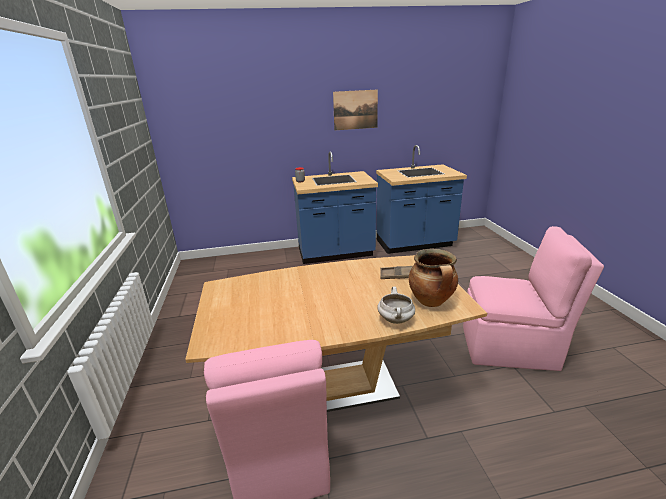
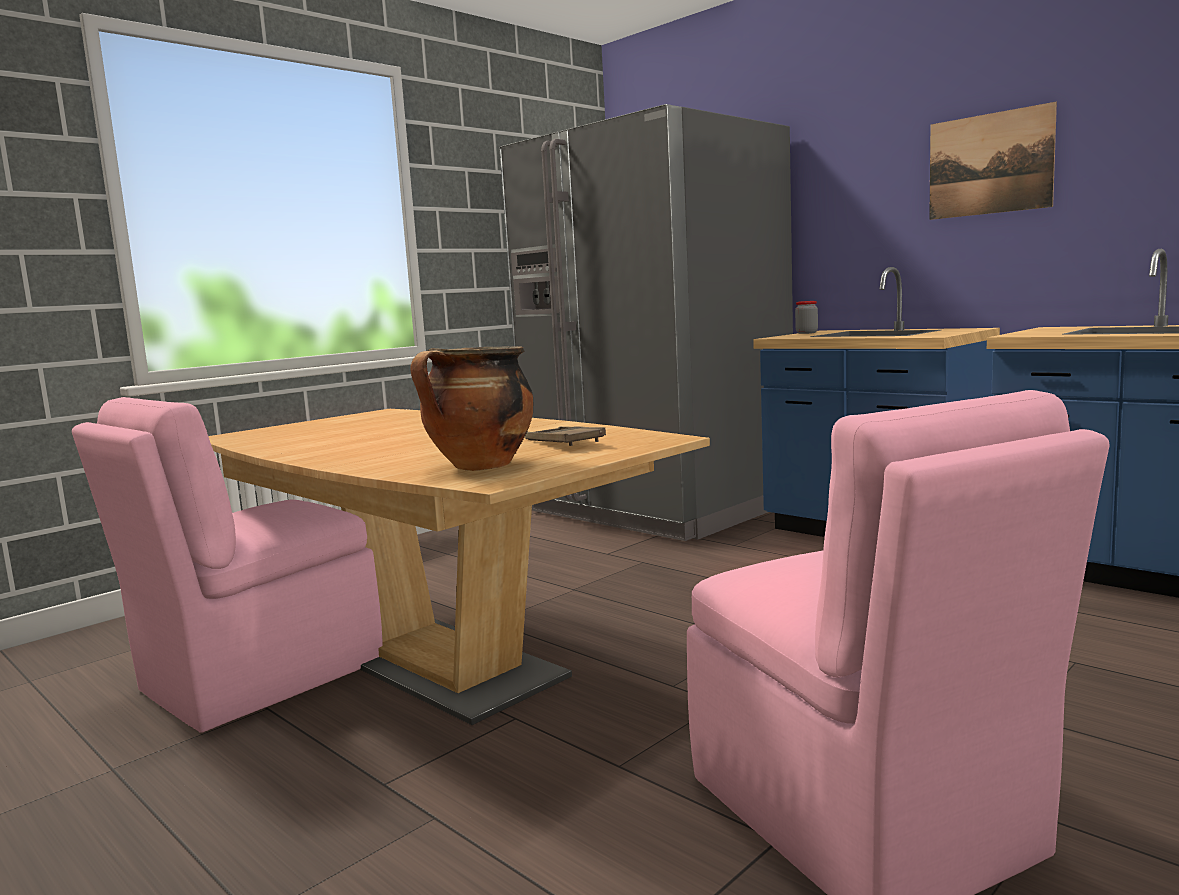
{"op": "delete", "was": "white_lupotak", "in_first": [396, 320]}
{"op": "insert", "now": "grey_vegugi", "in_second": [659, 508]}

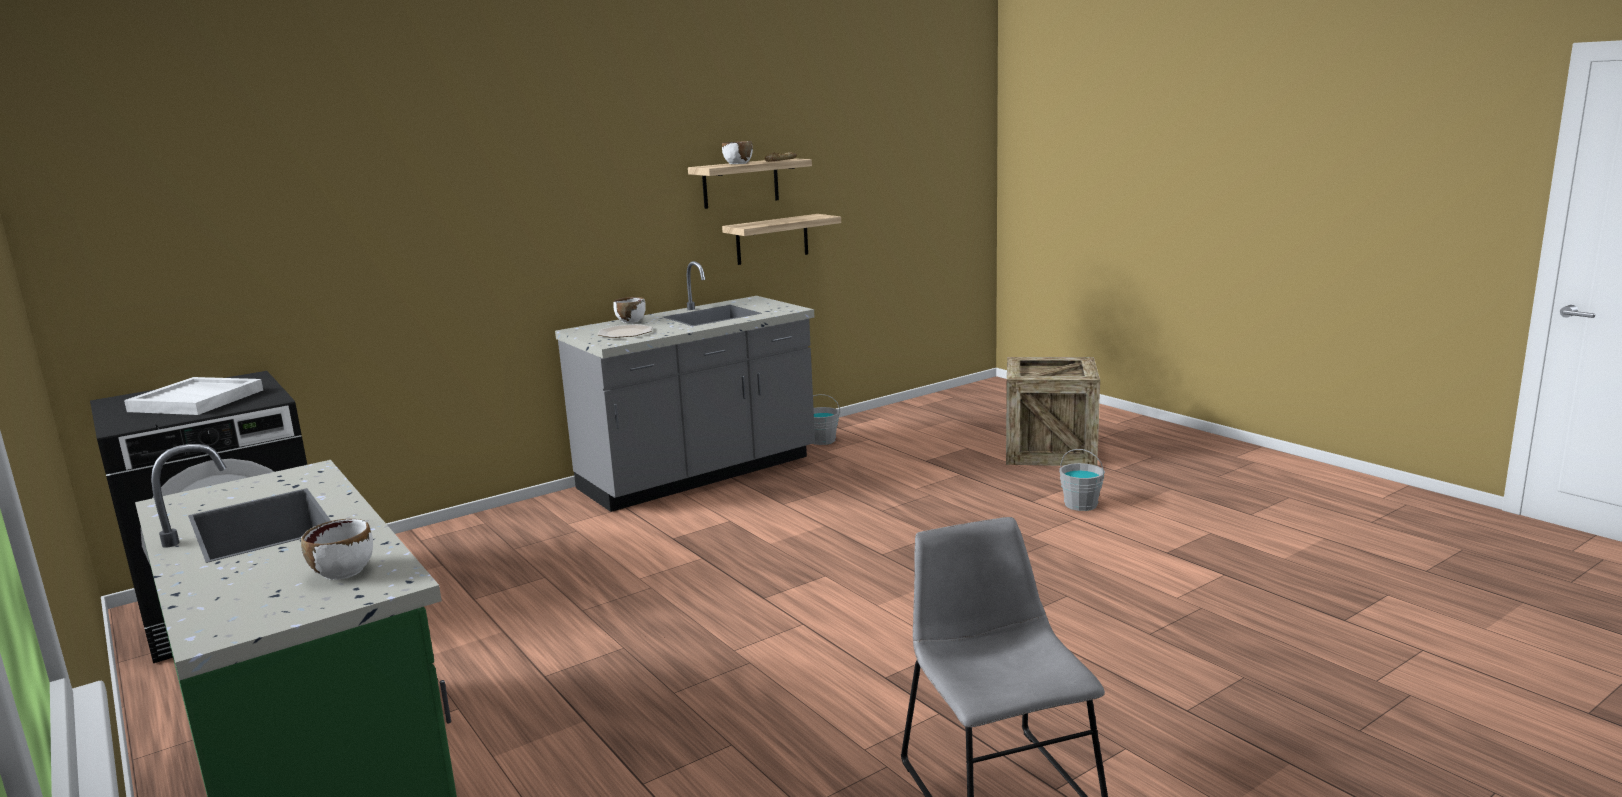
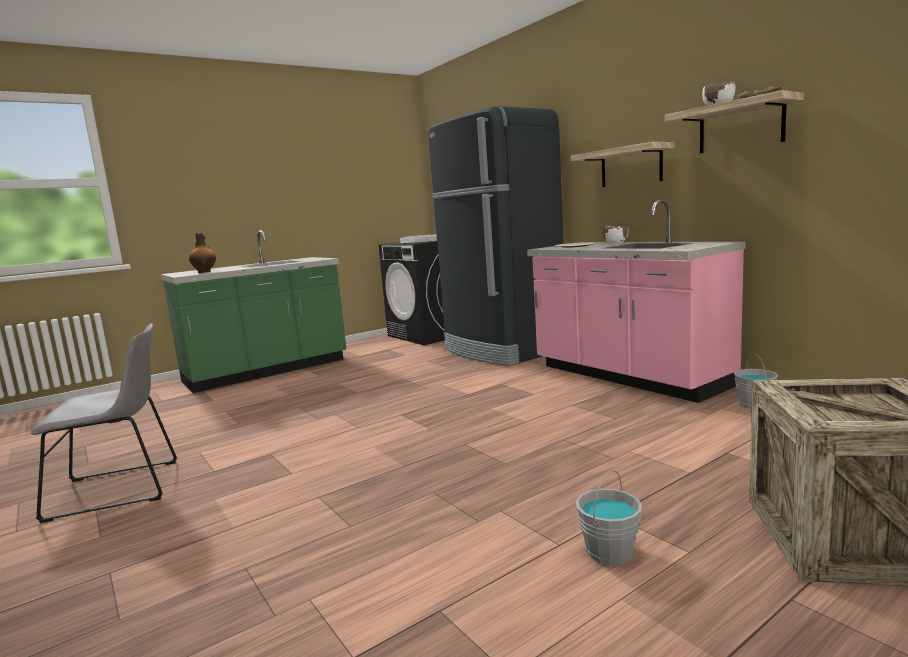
{"op": "insert", "now": "black_vegugi", "in_second": [503, 350]}
{"op": "move", "was": "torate", "in_first": [772, 239], "in_second": [631, 166]}
{"op": "replace", "was": "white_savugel", "now": "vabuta", "in_first": [343, 571], "in_second": [205, 272]}
{"op": "recolor", "was": "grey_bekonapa", "now": "pink_bekonapa", "in_first": [699, 474], "in_second": [628, 376]}

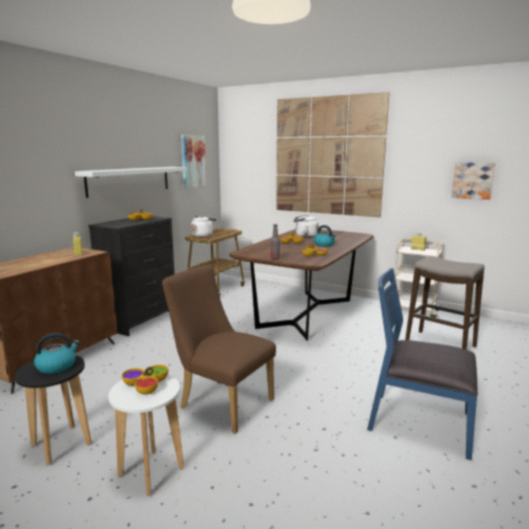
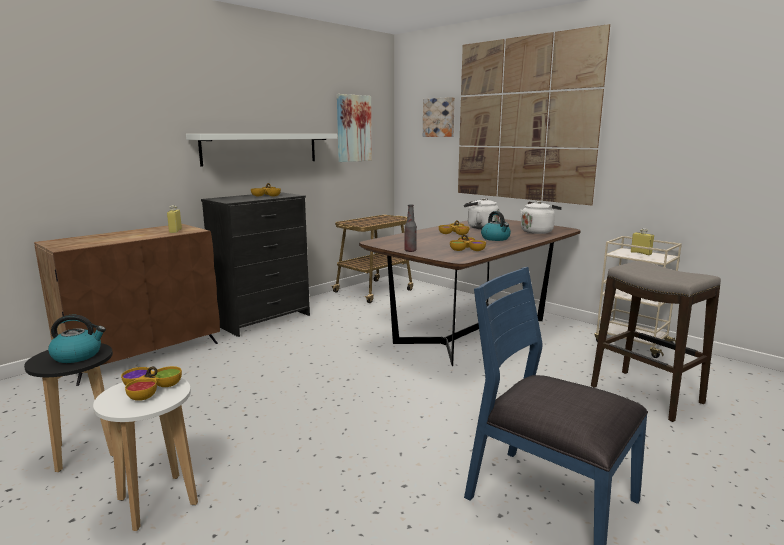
{"op": "delete", "was": "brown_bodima", "in_first": [221, 402]}
{"op": "move", "was": "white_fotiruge", "in_first": [203, 235], "in_second": [538, 231]}
{"op": "move", "was": "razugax", "in_first": [472, 180], "in_second": [439, 117]}

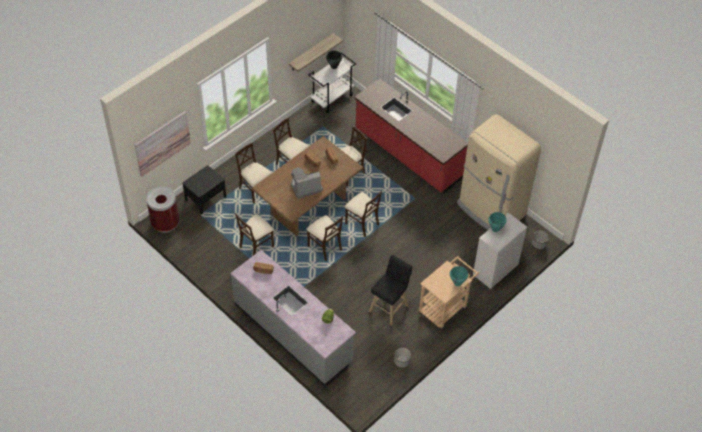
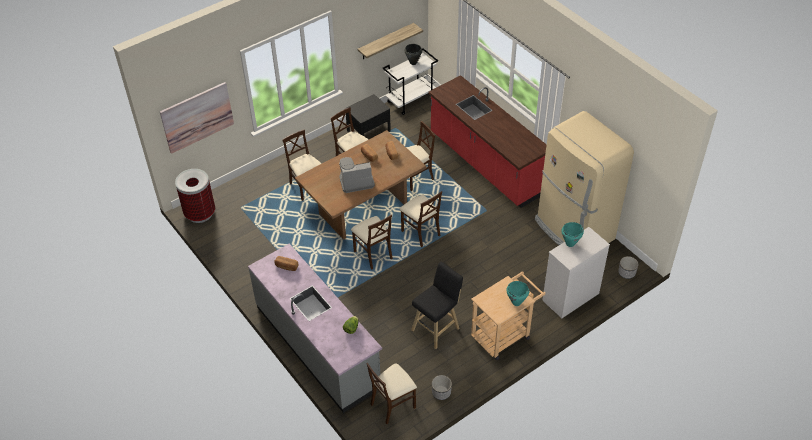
{"op": "move", "was": "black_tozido", "in_first": [205, 198], "in_second": [368, 130]}
{"op": "move", "was": "beige_bodima", "in_first": [256, 246], "in_second": [393, 405]}

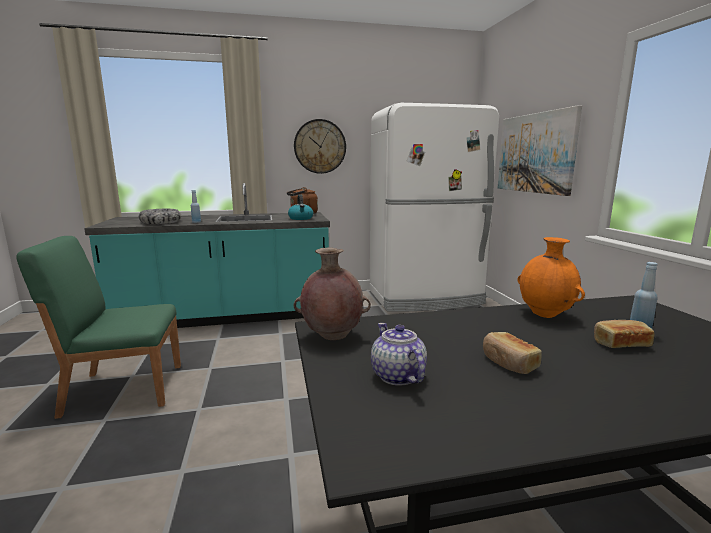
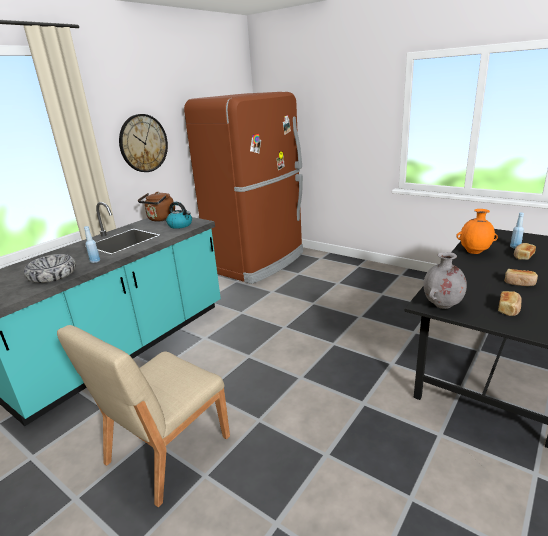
{"op": "delete", "was": "razugax", "in_first": [535, 153]}
{"op": "replace", "was": "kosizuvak", "now": "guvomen", "in_first": [397, 375], "in_second": [509, 309]}
{"op": "recolor", "was": "green_bodima", "now": "beige_bodima", "in_first": [123, 389], "in_second": [166, 450]}
{"op": "recolor", "was": "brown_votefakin", "now": "grey_votefakin", "in_first": [332, 336], "in_second": [442, 306]}
{"op": "recolor", "was": "white_vegugi", "now": "brown_vegugi", "in_first": [426, 298], "in_second": [258, 262]}

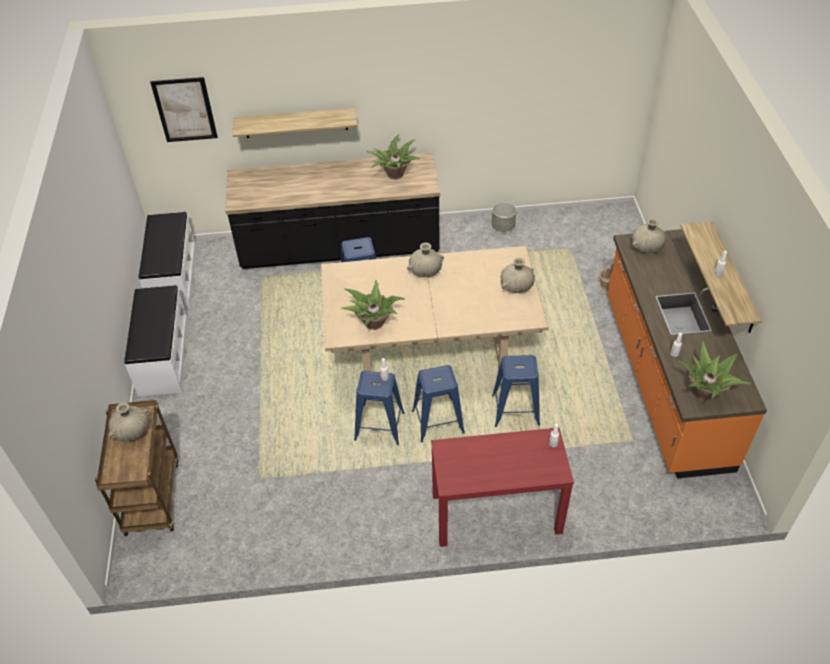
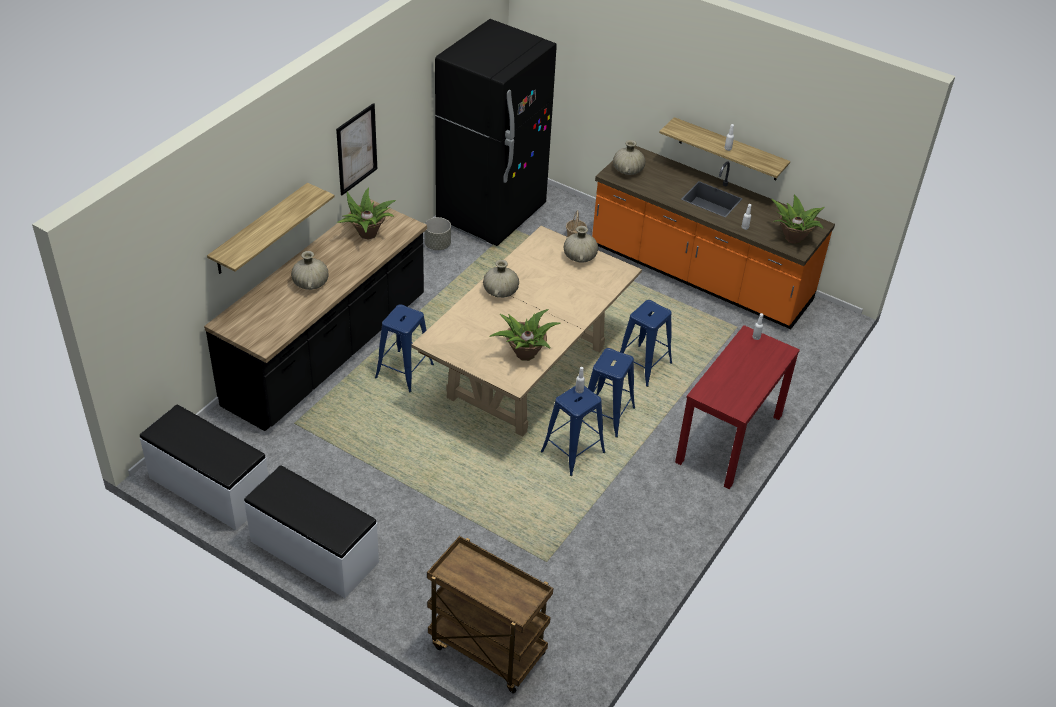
{"op": "insert", "now": "black_vegugi", "in_second": [491, 214]}
{"op": "move", "was": "beige_votefakin", "in_first": [132, 431], "in_second": [310, 284]}
{"op": "move", "was": "razugax", "in_first": [185, 110], "in_second": [356, 149]}

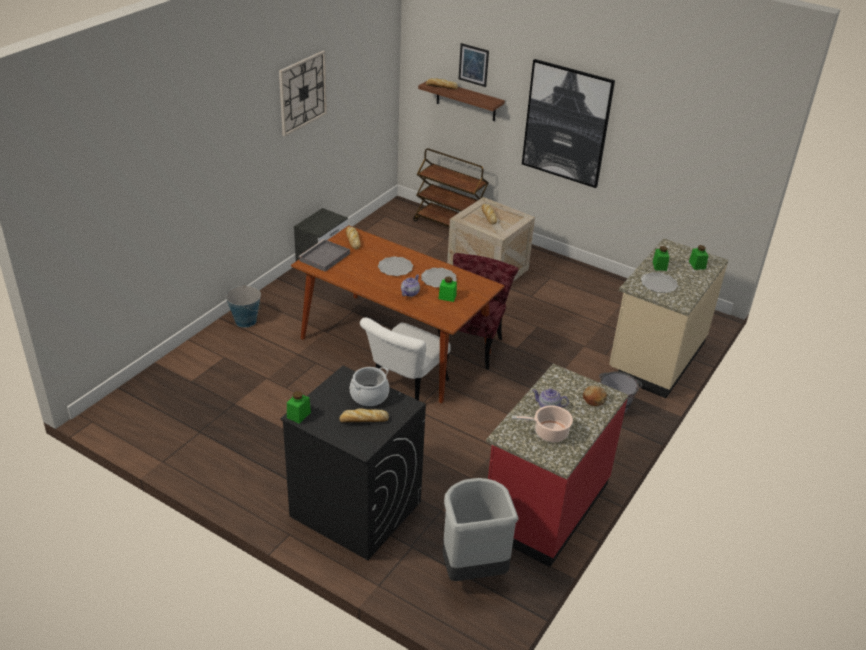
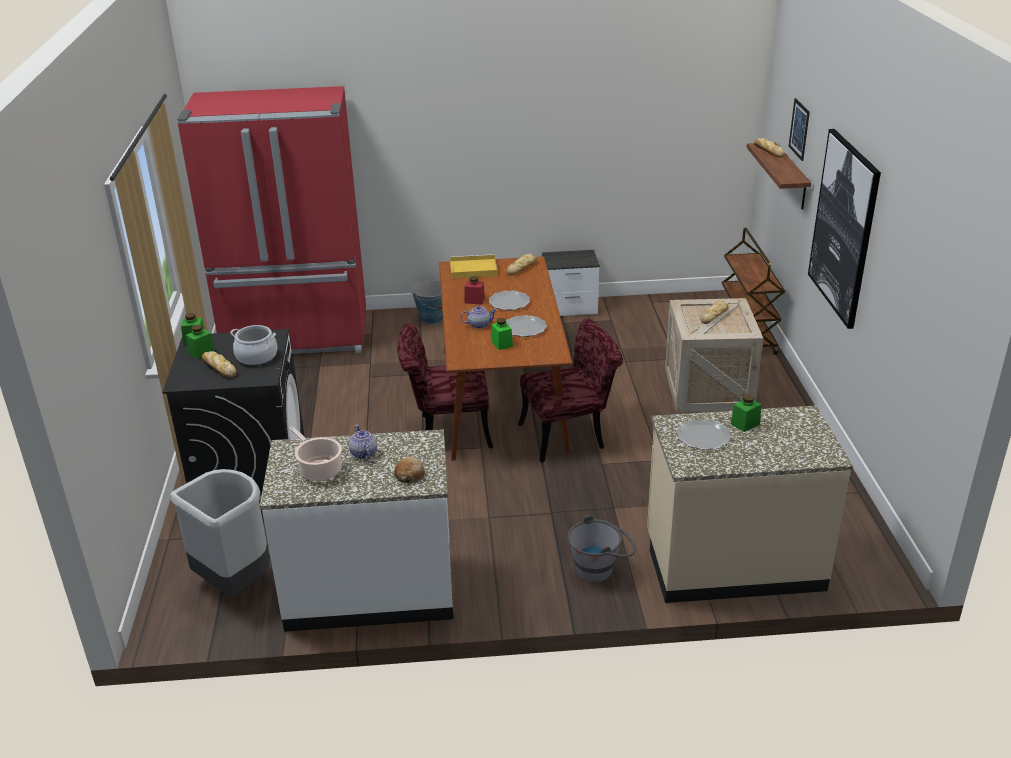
{"op": "delete", "was": "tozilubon", "in_first": [302, 92]}
{"op": "insert", "now": "red_vegugi", "in_second": [297, 337]}
{"op": "insert", "now": "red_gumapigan", "in_second": [474, 300]}
{"op": "move", "was": "green_gumapigan", "in_first": [697, 265], "in_second": [201, 352]}
{"op": "recolor", "was": "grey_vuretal", "now": "yellow_vuretal", "in_first": [324, 258], "in_second": [472, 269]}
{"op": "recolor", "was": "white_bodima", "now": "red_bodima", "in_first": [405, 388], "in_second": [446, 431]}
{"op": "recolor", "was": "red_bekonapa", "now": "white_bekonapa", "in_first": [544, 506], "in_second": [370, 590]}

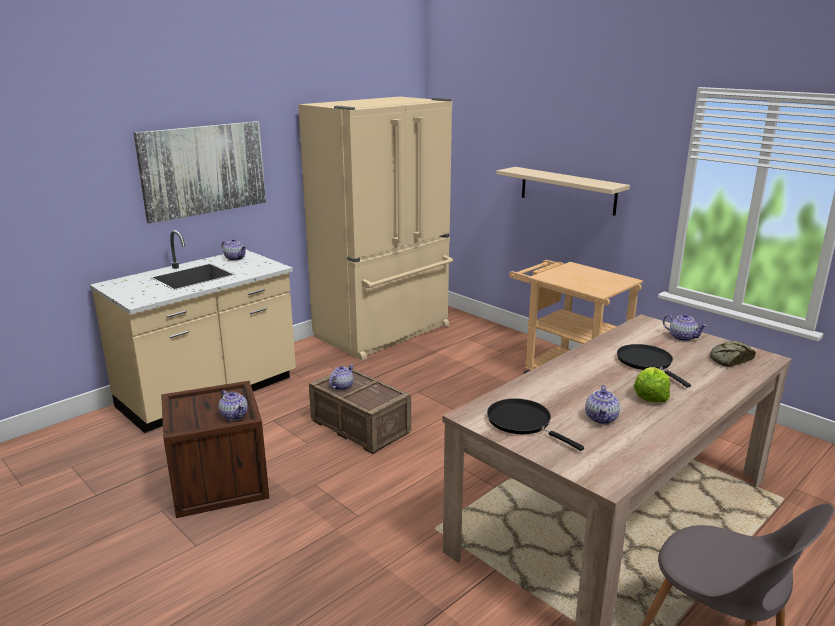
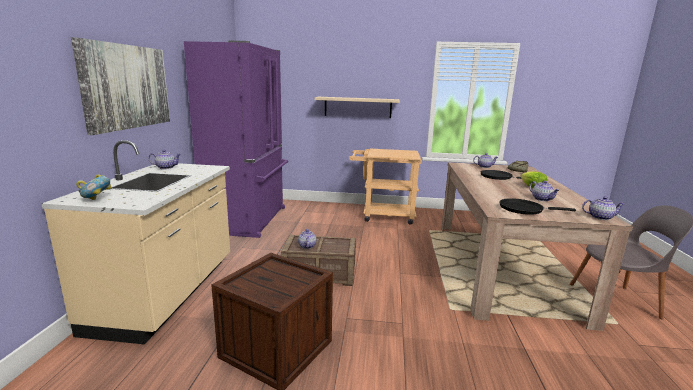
{"op": "insert", "now": "savugel", "in_second": [97, 199]}
{"op": "move", "was": "kosizuvak", "in_first": [234, 415], "in_second": [600, 217]}
{"op": "recolor", "was": "beige_vegugi", "now": "purple_vegugi", "in_first": [385, 332], "in_second": [249, 219]}

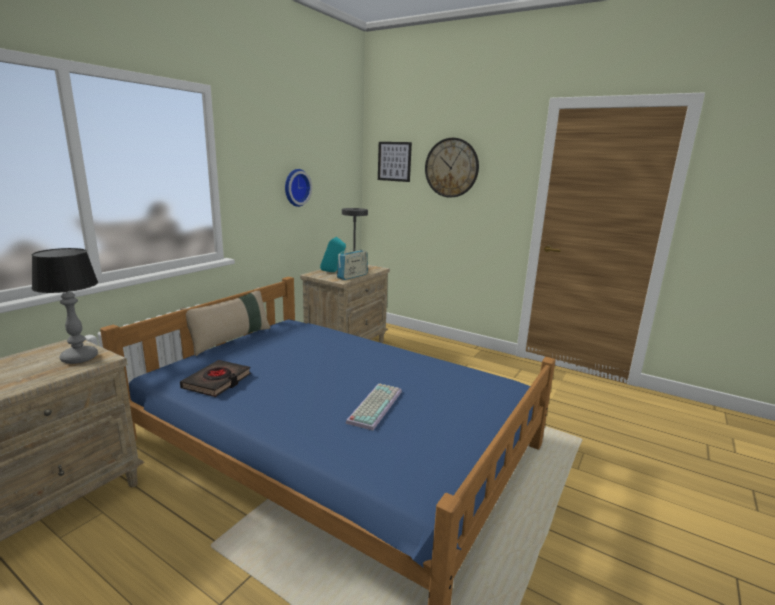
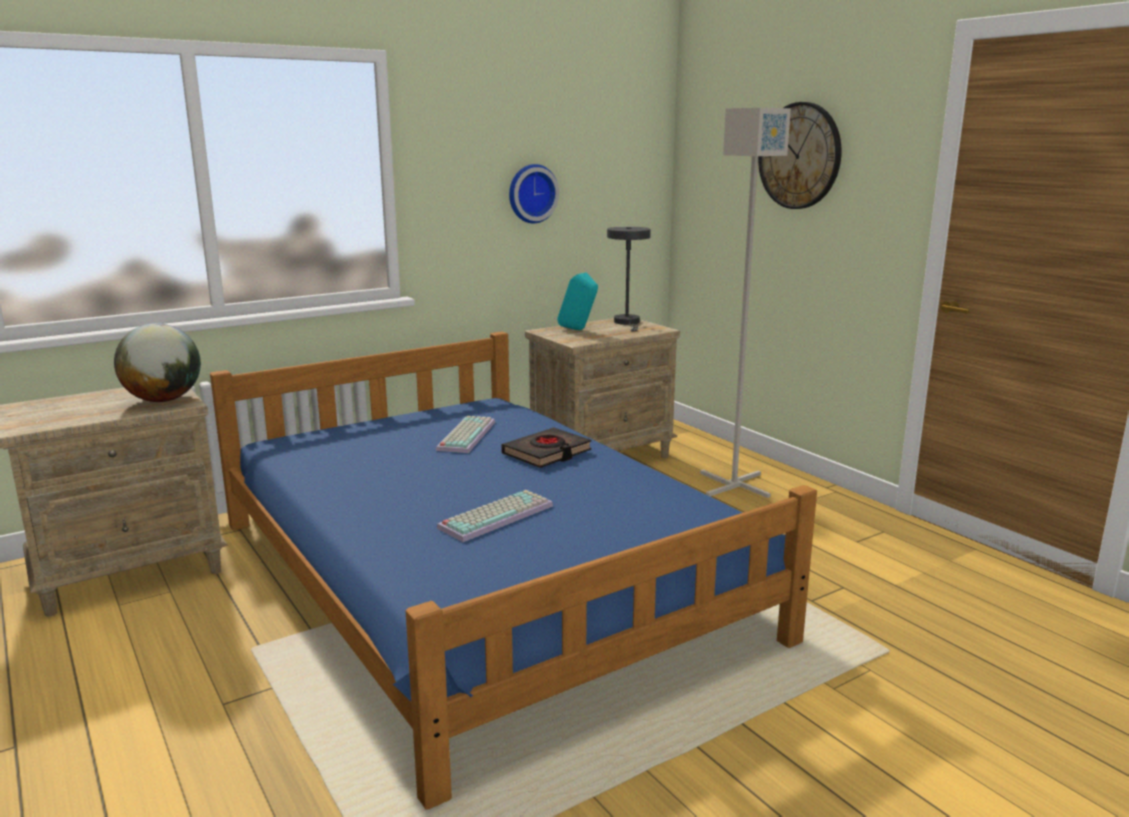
{"op": "delete", "was": "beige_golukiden", "in_first": [231, 339]}
{"op": "delete", "was": "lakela", "in_first": [352, 276]}
{"op": "delete", "was": "razugax", "in_first": [394, 161]}
{"op": "insert", "now": "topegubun", "in_second": [465, 435]}
{"op": "insert", "now": "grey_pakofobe", "in_second": [733, 485]}
{"op": "move", "was": "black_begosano", "in_first": [217, 382], "in_second": [547, 453]}
{"op": "replace", "was": "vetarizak", "now": "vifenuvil", "in_first": [80, 358], "in_second": [163, 400]}

